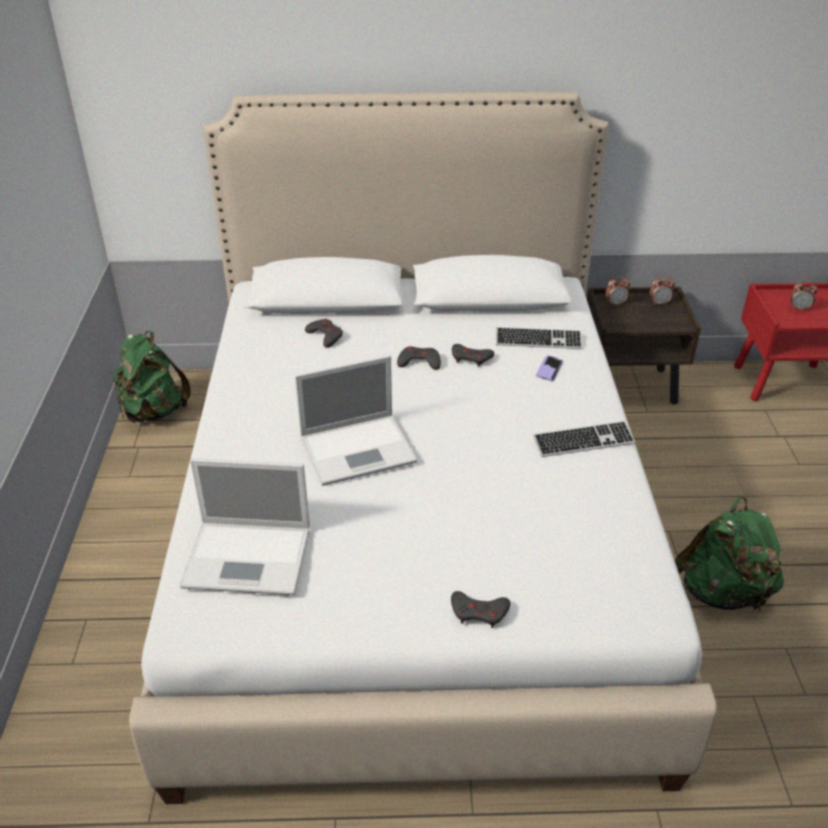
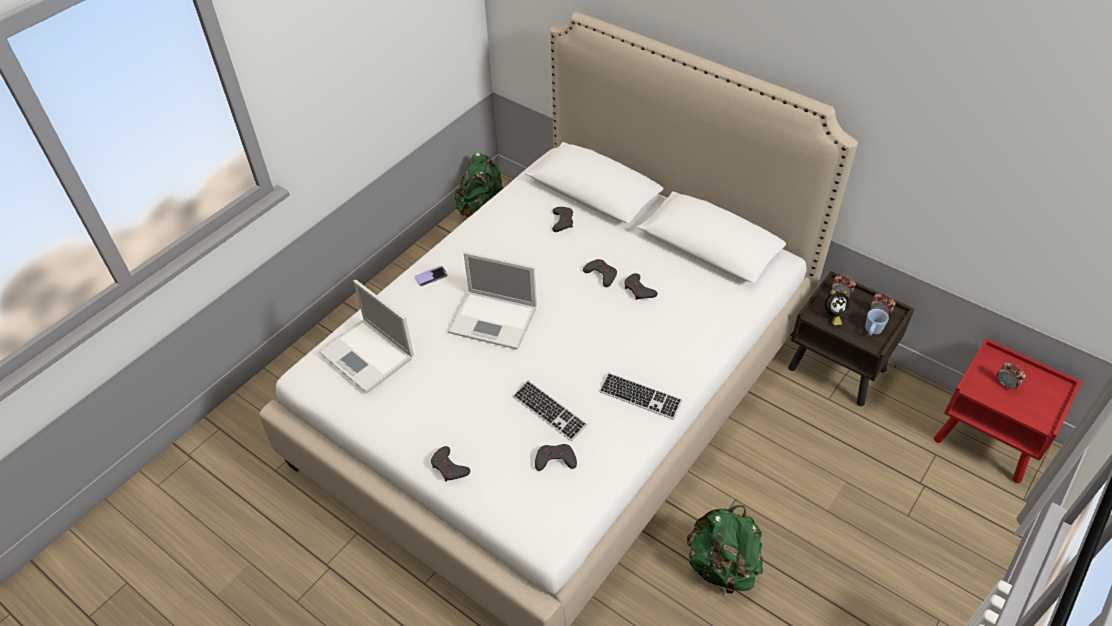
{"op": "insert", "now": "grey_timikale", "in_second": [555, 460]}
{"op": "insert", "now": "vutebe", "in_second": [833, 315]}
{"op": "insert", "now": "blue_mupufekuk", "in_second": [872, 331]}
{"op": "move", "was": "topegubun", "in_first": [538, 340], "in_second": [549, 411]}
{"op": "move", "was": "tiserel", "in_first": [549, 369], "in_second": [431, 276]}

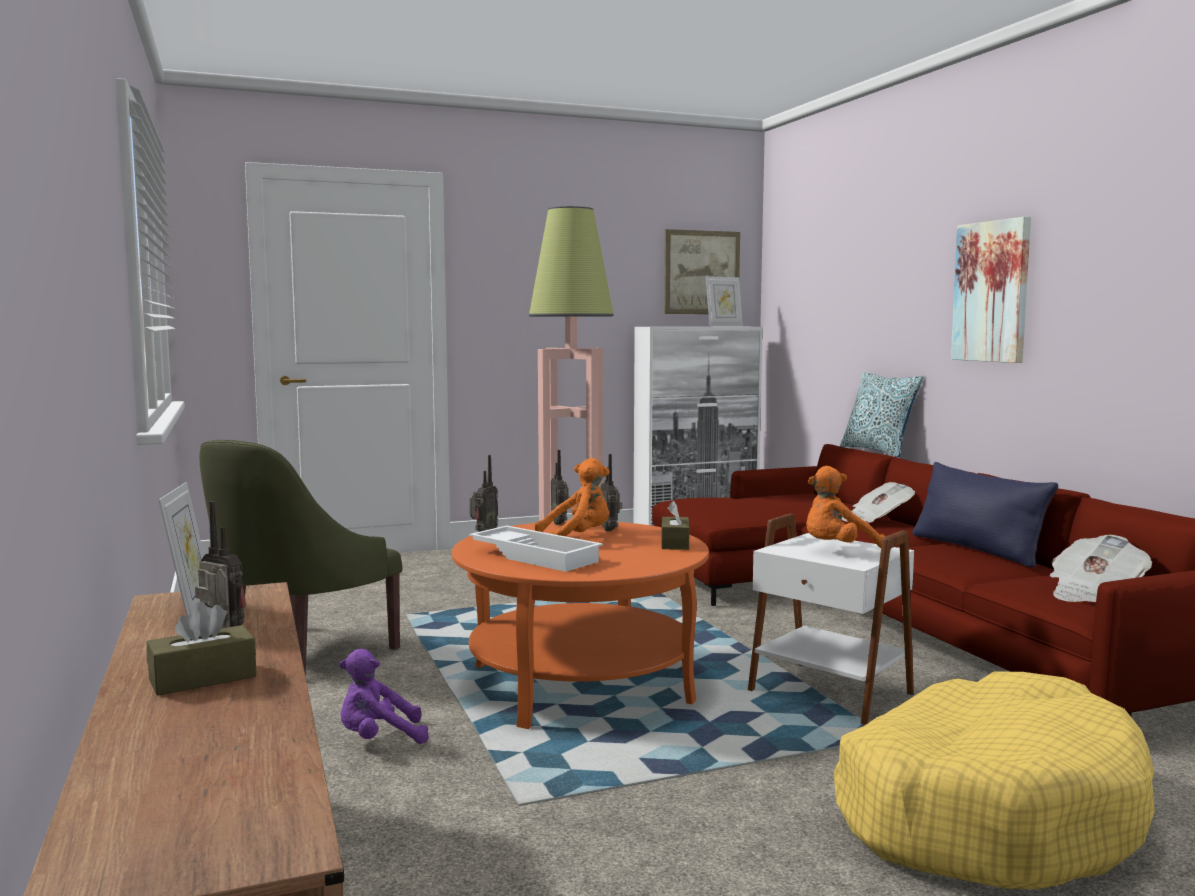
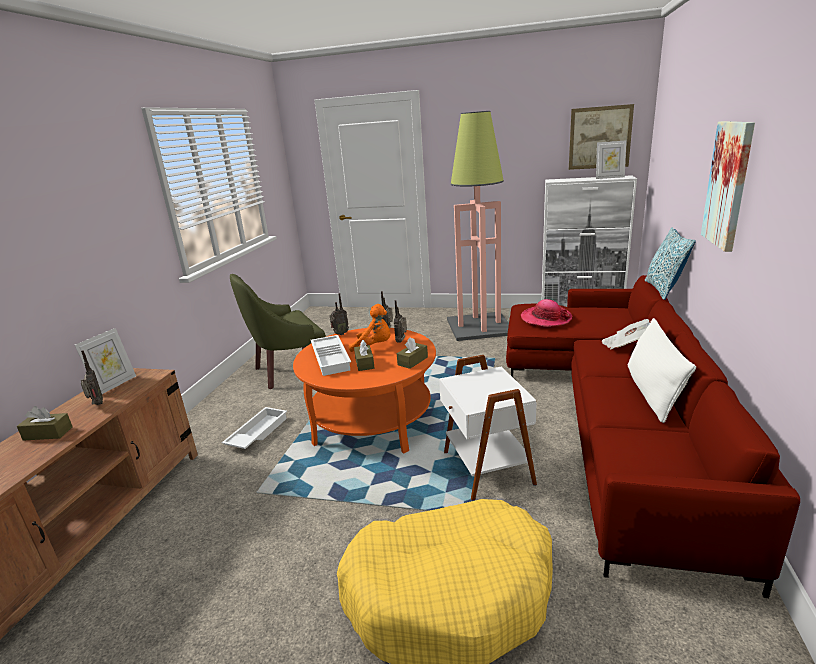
{"op": "delete", "was": "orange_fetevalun", "in_first": [838, 550]}
{"op": "delete", "was": "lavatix", "in_first": [1093, 594]}
{"op": "insert", "now": "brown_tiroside", "in_second": [364, 363]}
{"op": "insert", "now": "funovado", "in_second": [546, 318]}
{"op": "replace", "was": "purple_fetevalun", "now": "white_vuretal", "in_first": [379, 739], "in_second": [257, 433]}
{"op": "recolor", "was": "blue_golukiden", "now": "white_golukiden", "in_first": [976, 549], "in_second": [652, 392]}

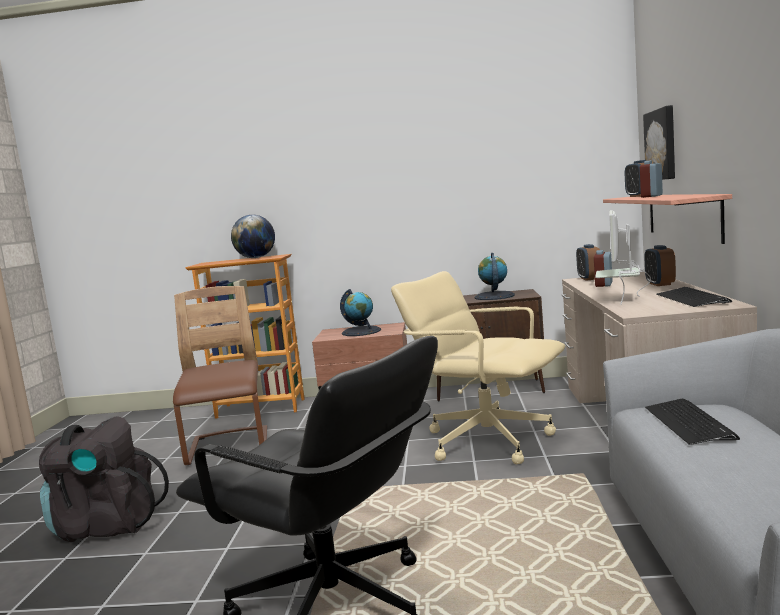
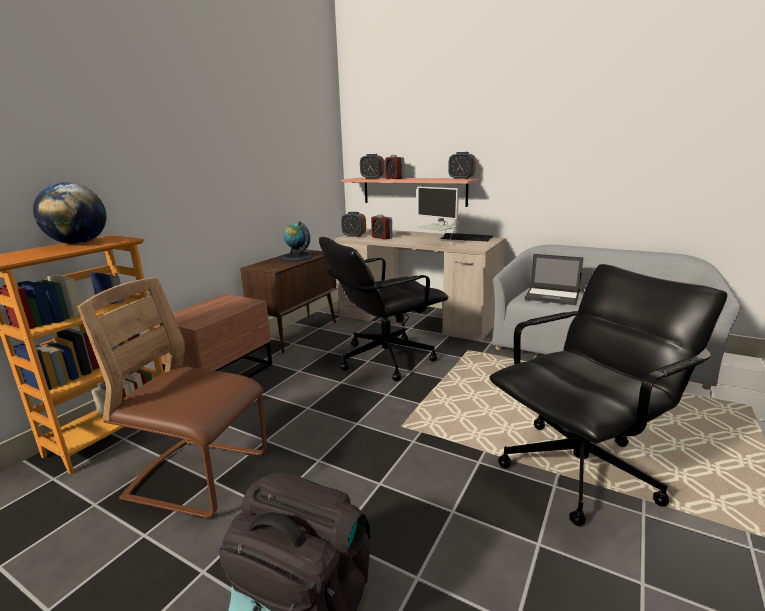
{"op": "delete", "was": "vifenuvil", "in_first": [361, 331]}
{"op": "delete", "was": "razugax", "in_first": [662, 144]}
{"op": "move", "was": "vutebe", "in_first": [660, 284], "in_second": [461, 179]}
{"op": "replace", "was": "topegubun", "now": "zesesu", "in_first": [689, 423], "in_second": [552, 296]}
{"op": "recolor", "was": "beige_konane", "now": "black_konane", "in_first": [487, 440], "in_second": [384, 358]}

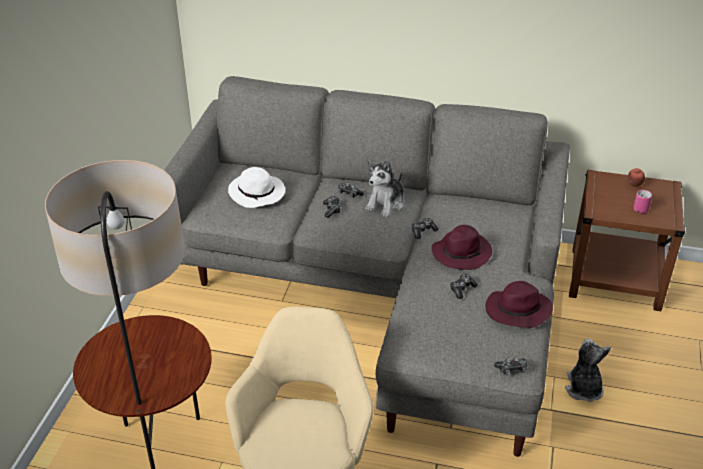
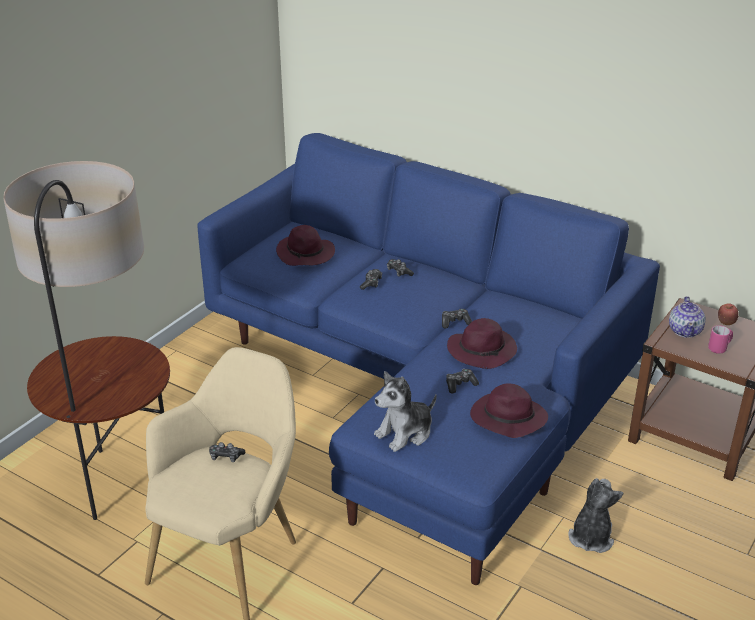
{"op": "insert", "now": "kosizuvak", "in_second": [685, 331]}
{"op": "move", "was": "fetevalun", "in_first": [386, 204], "in_second": [405, 433]}
{"op": "move", "was": "timikale", "in_first": [512, 369], "in_second": [226, 457]}
{"op": "recolor", "was": "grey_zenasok", "now": "blue_zenasok", "in_first": [385, 293], "in_second": [423, 391]}
{"op": "recolor", "was": "white_funovado", "now": "purple_funovado", "in_first": [257, 193], "in_second": [306, 254]}

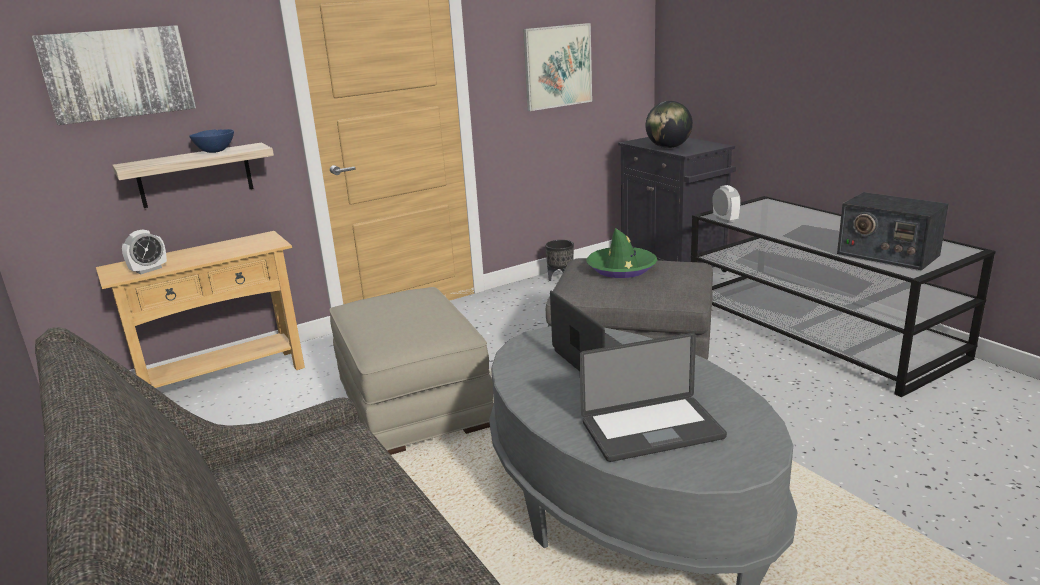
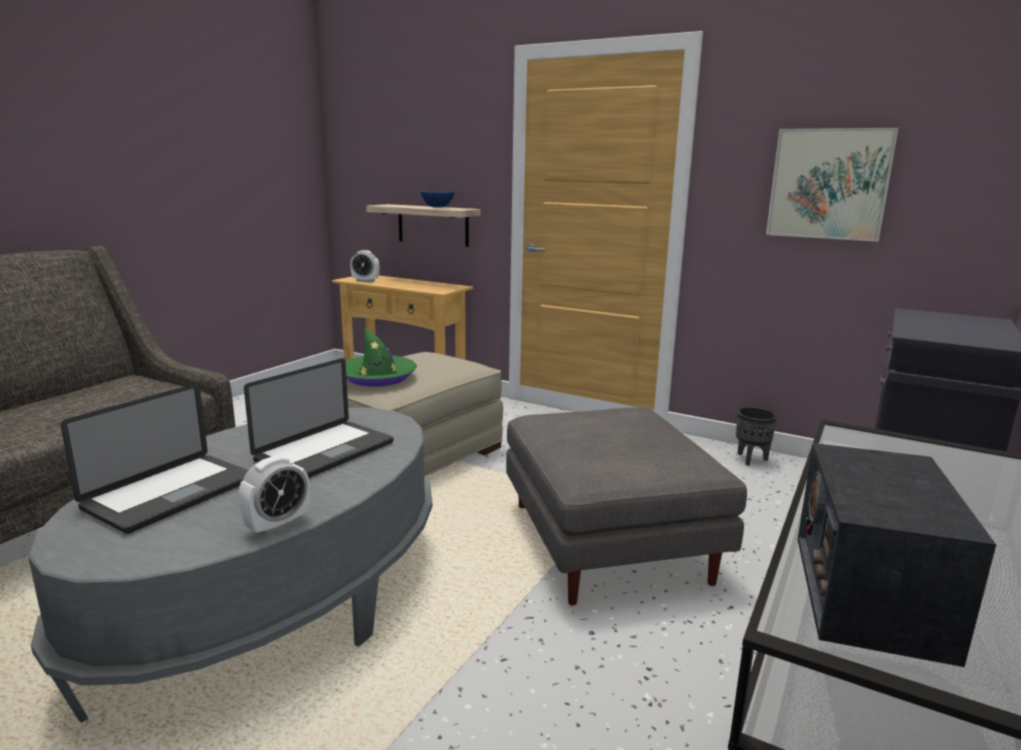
{"op": "delete", "was": "razugax", "in_first": [118, 73]}
{"op": "delete", "was": "vifenuvil", "in_first": [668, 147]}
{"op": "move", "was": "green_funovado", "in_first": [621, 268], "in_second": [377, 377]}
{"op": "move", "was": "vutebe", "in_first": [725, 220], "in_second": [278, 525]}
{"op": "rotate", "was": "zesesu", "in_first": [652, 430], "in_second": [171, 494], "clockwise": -105}

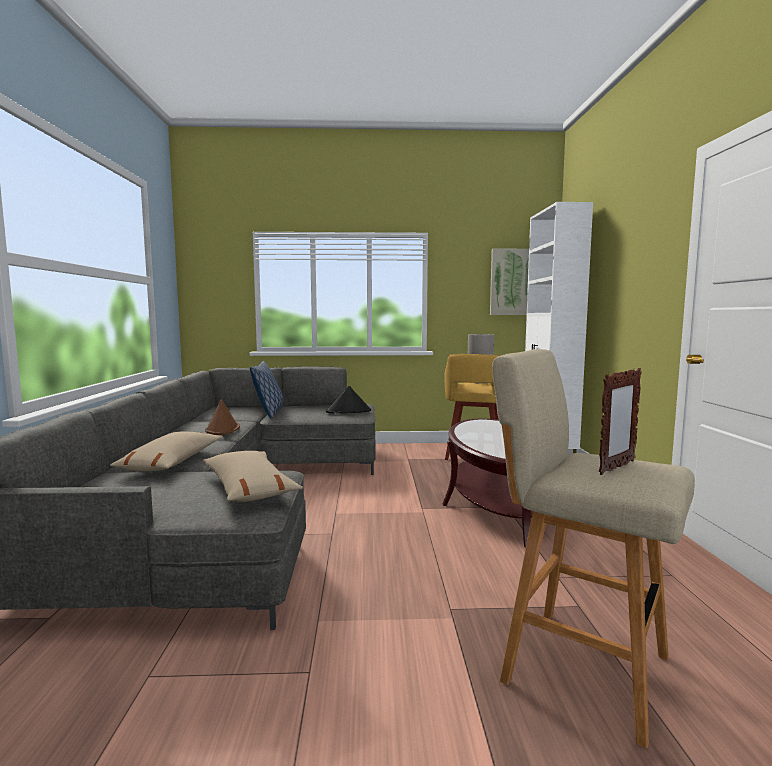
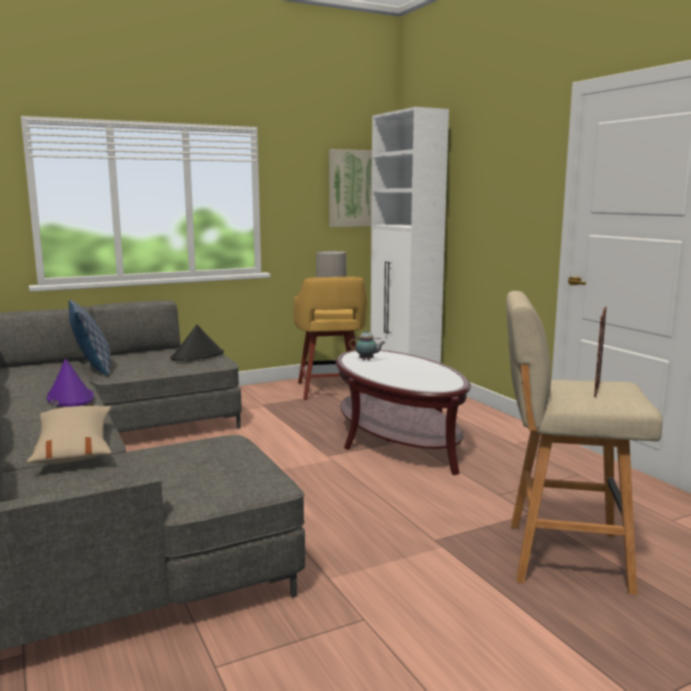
{"op": "delete", "was": "beige_golukiden", "in_first": [249, 488]}
{"op": "insert", "now": "kosizuvak", "in_second": [367, 360]}
{"op": "recolor", "was": "brown_funovado", "now": "purple_funovado", "in_first": [222, 429], "in_second": [69, 398]}

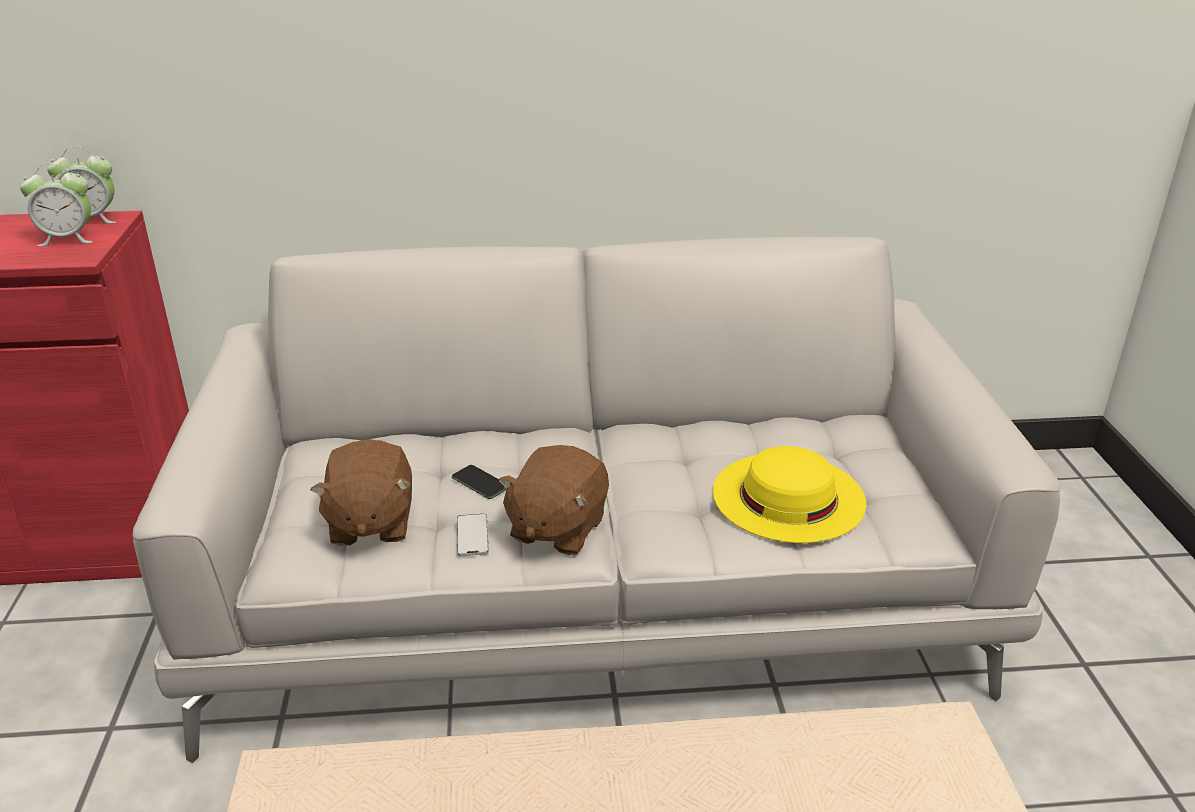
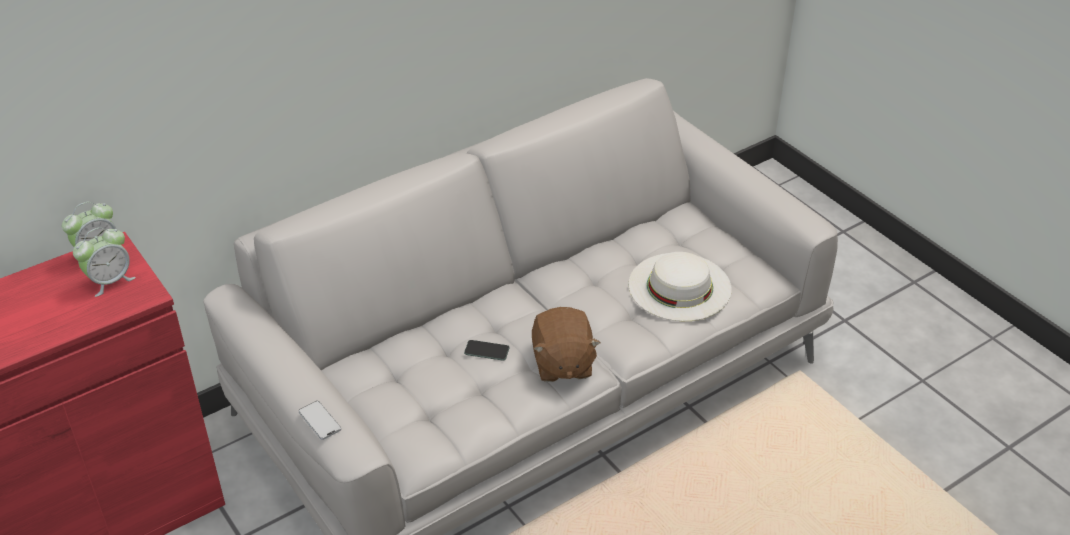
{"op": "delete", "was": "brown_fetevalun", "in_first": [370, 523]}
{"op": "move", "was": "tiserel", "in_first": [472, 536], "in_second": [319, 421]}
{"op": "recolor", "was": "yellow_funovado", "now": "white_funovado", "in_first": [788, 496], "in_second": [679, 286]}

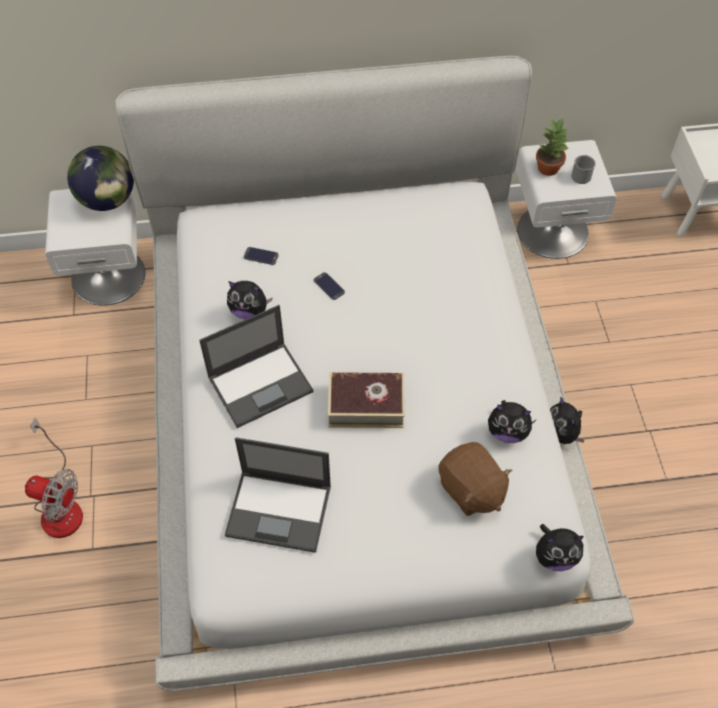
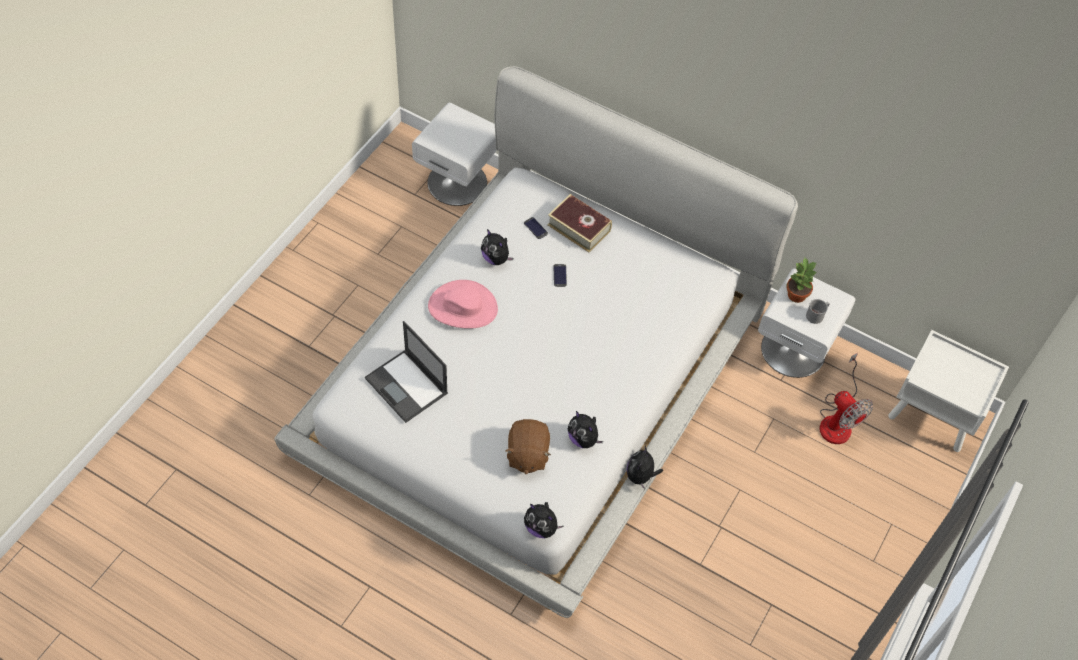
{"op": "delete", "was": "vifenuvil", "in_first": [108, 200]}
{"op": "move", "was": "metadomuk", "in_first": [59, 505], "in_second": [837, 420]}
{"op": "move", "was": "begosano", "in_first": [366, 405], "in_second": [579, 228]}
{"op": "replace", "was": "zesesu", "now": "pink_funovado", "in_first": [261, 383], "in_second": [463, 307]}

